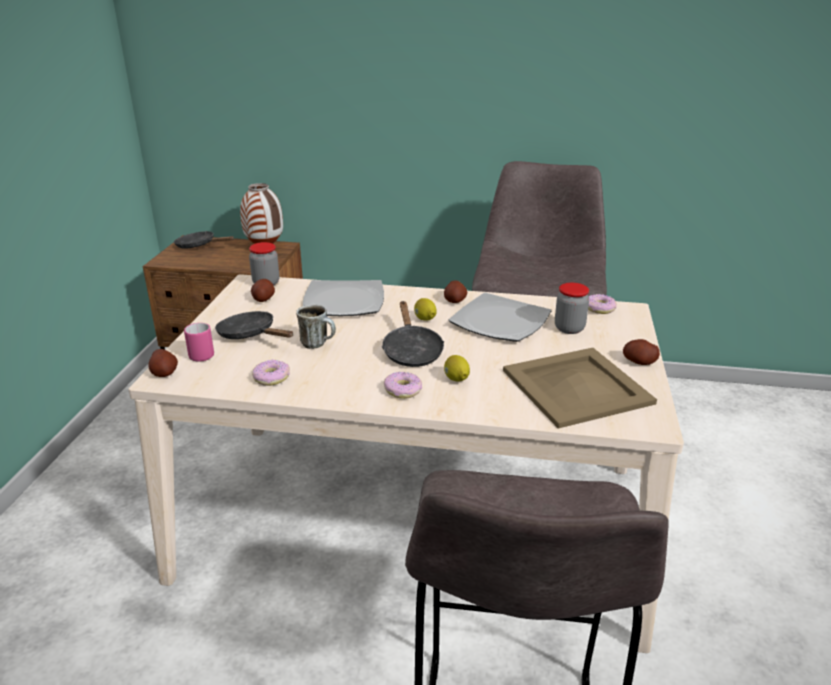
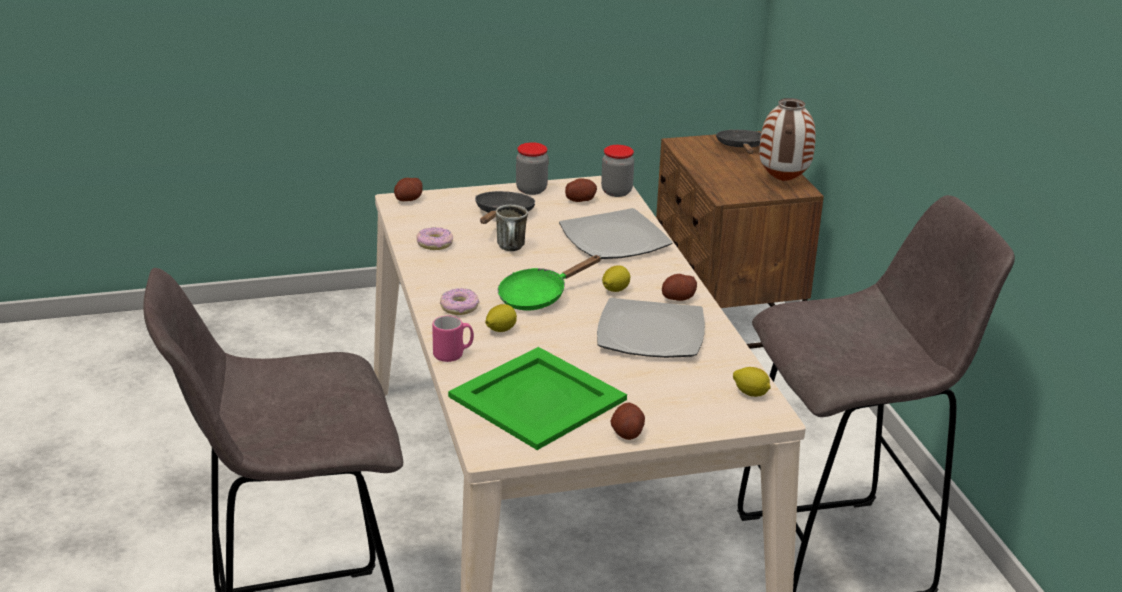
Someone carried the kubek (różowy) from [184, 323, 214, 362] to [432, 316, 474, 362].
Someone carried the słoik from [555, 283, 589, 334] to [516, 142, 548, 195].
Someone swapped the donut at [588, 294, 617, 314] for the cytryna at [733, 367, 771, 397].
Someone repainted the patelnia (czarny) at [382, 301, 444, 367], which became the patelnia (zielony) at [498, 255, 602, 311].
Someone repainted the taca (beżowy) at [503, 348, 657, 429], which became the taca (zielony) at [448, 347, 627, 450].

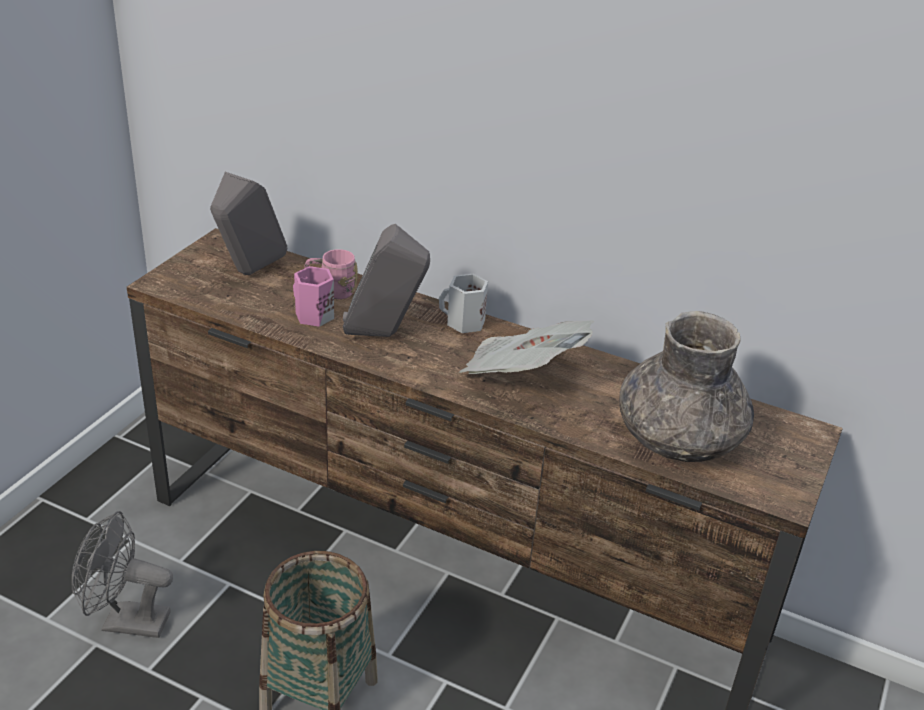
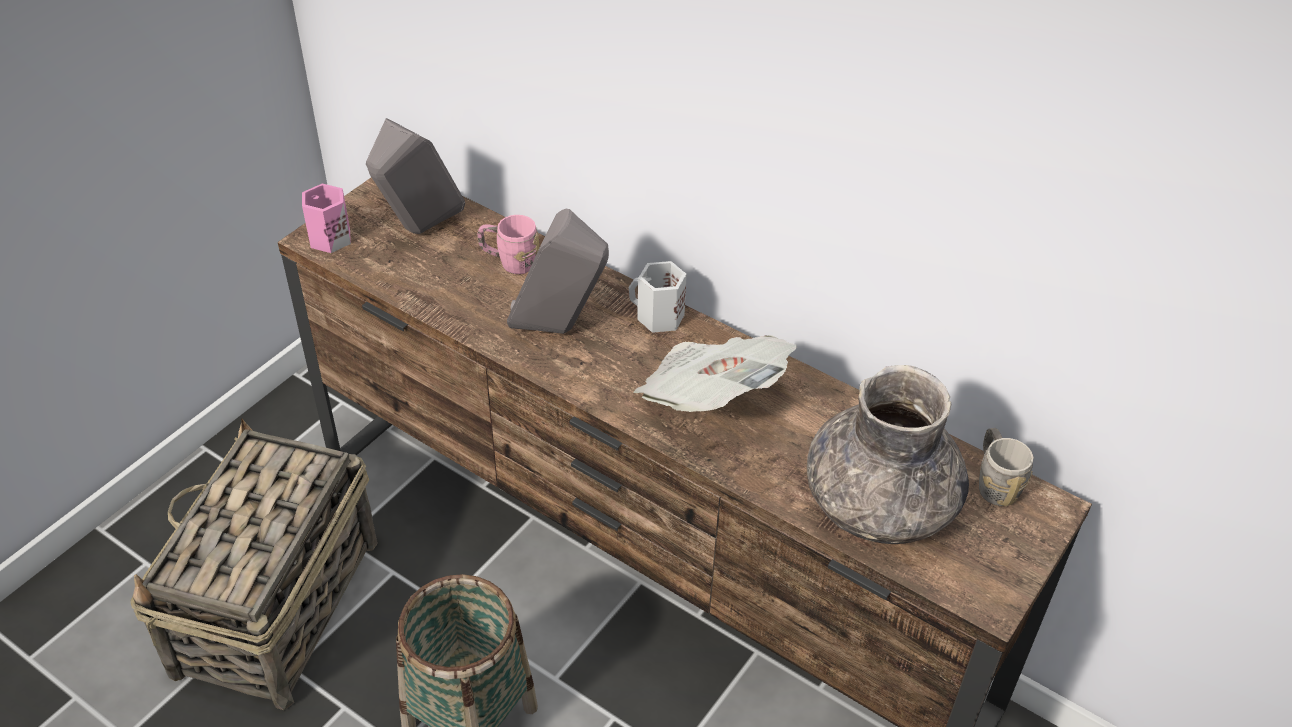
Someone put down the kubek (szary) at [979, 428, 1033, 506].
Someone carried the kubek (różowy) from [293, 266, 334, 327] to [302, 183, 351, 253].
Someone swapped the wentylator (szary) at [72, 511, 173, 638] for the koszyk at [130, 419, 378, 710].

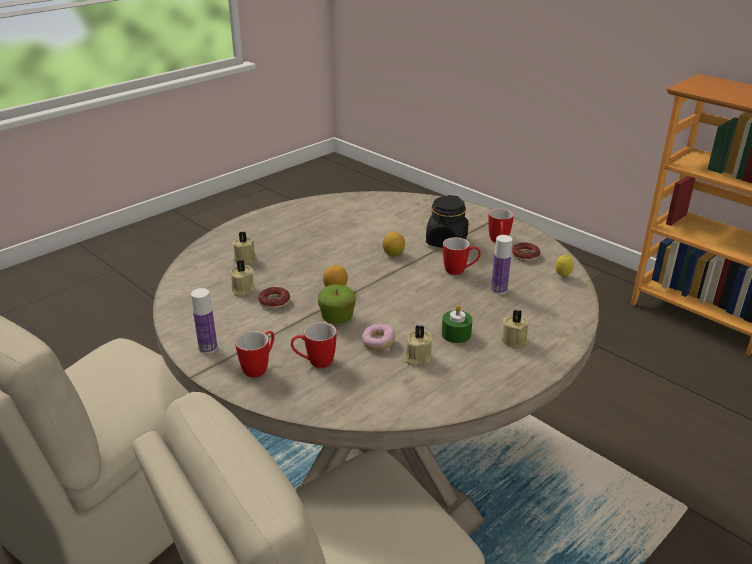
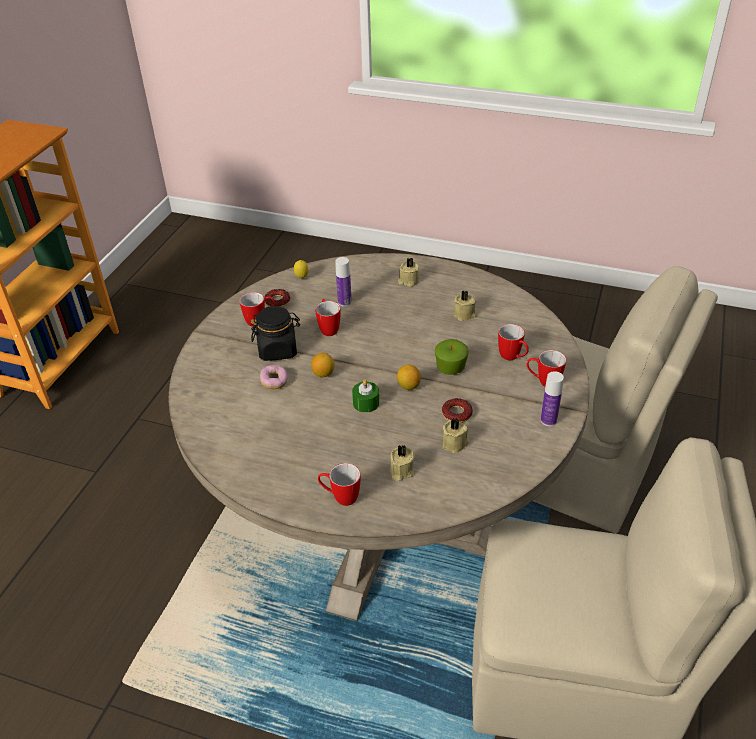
Someone put down the kubek at [318, 463, 361, 506].
Someone carried the donut from [362, 324, 395, 351] to [260, 365, 288, 389].
Someone carried the świeca (zielony) from [442, 305, 472, 343] to [352, 379, 379, 413].

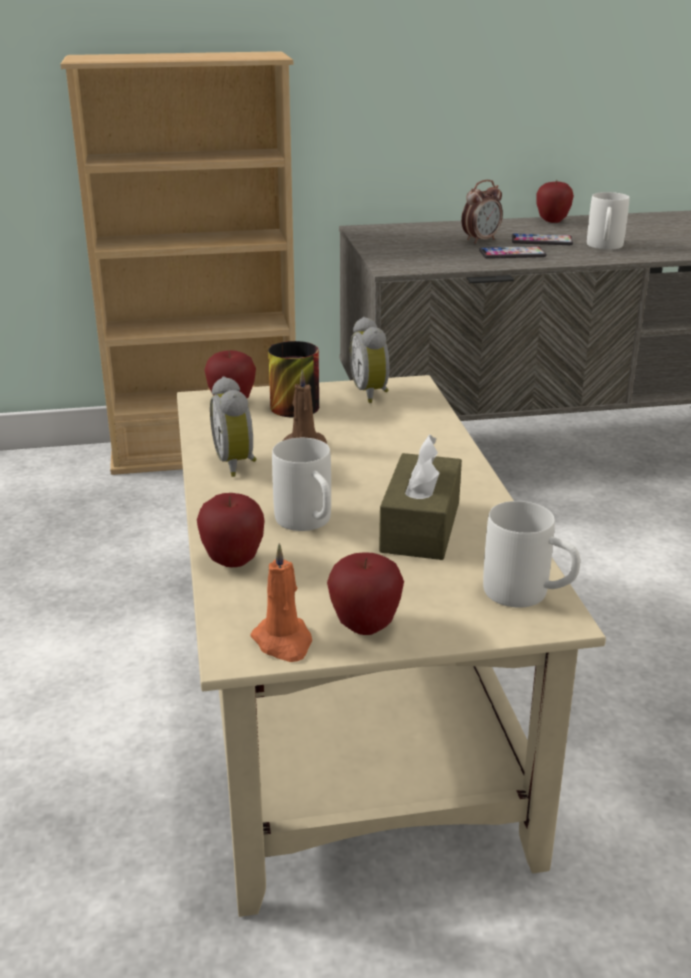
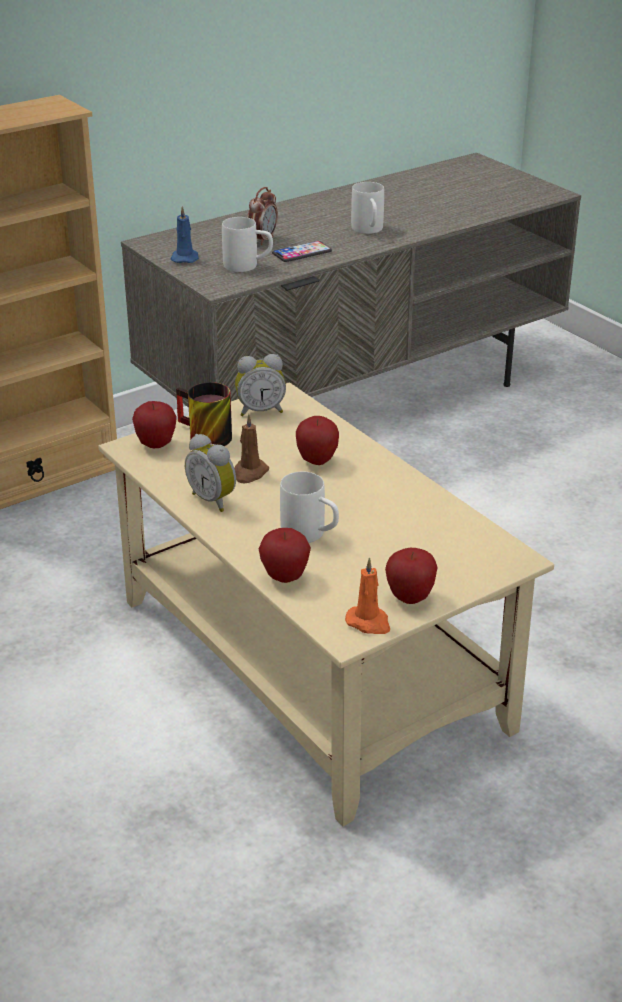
Someone took away the pudełko chusteczek (brązowy) at [379, 434, 462, 560].
Someone took away the telefon at [512, 233, 573, 245].
Someone put down the świeca (niebieski) at [171, 206, 199, 263].
Someone carried the kubek (biały) from [483, 501, 580, 607] to [222, 217, 273, 272].
Someone carried the jabłko from [536, 180, 574, 223] to [296, 416, 339, 465].
Someone rotated the budzik at [350, 317, 390, 403] by 60 degrees counterclockwise.

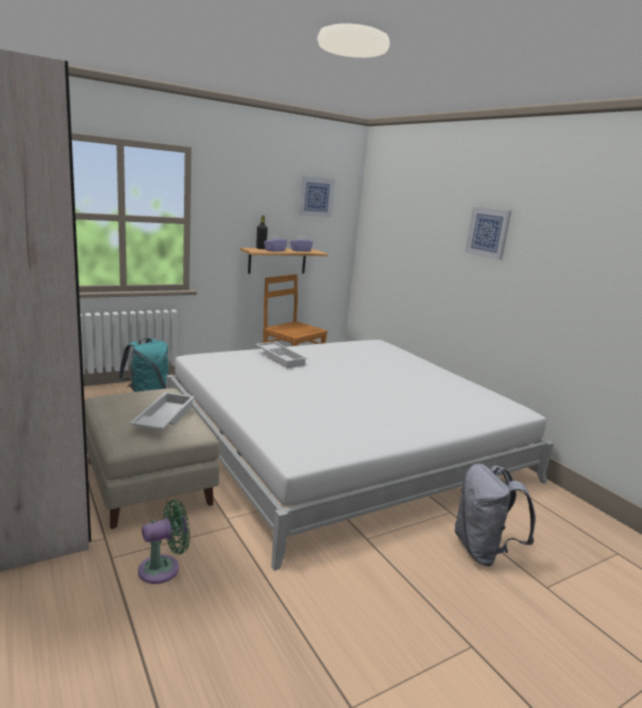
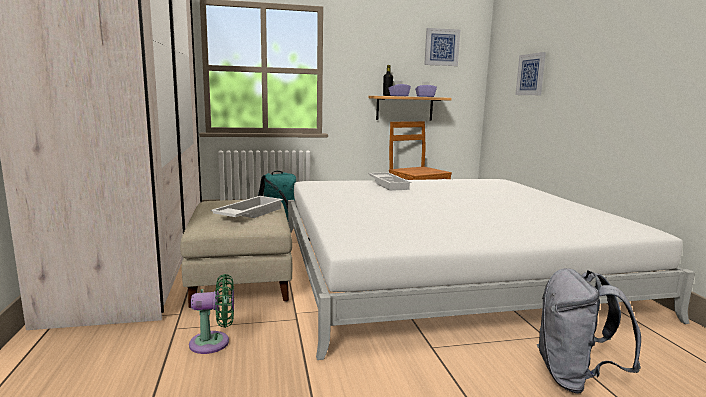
Someone carried the obraz from [465, 206, 512, 260] to [515, 52, 546, 95].

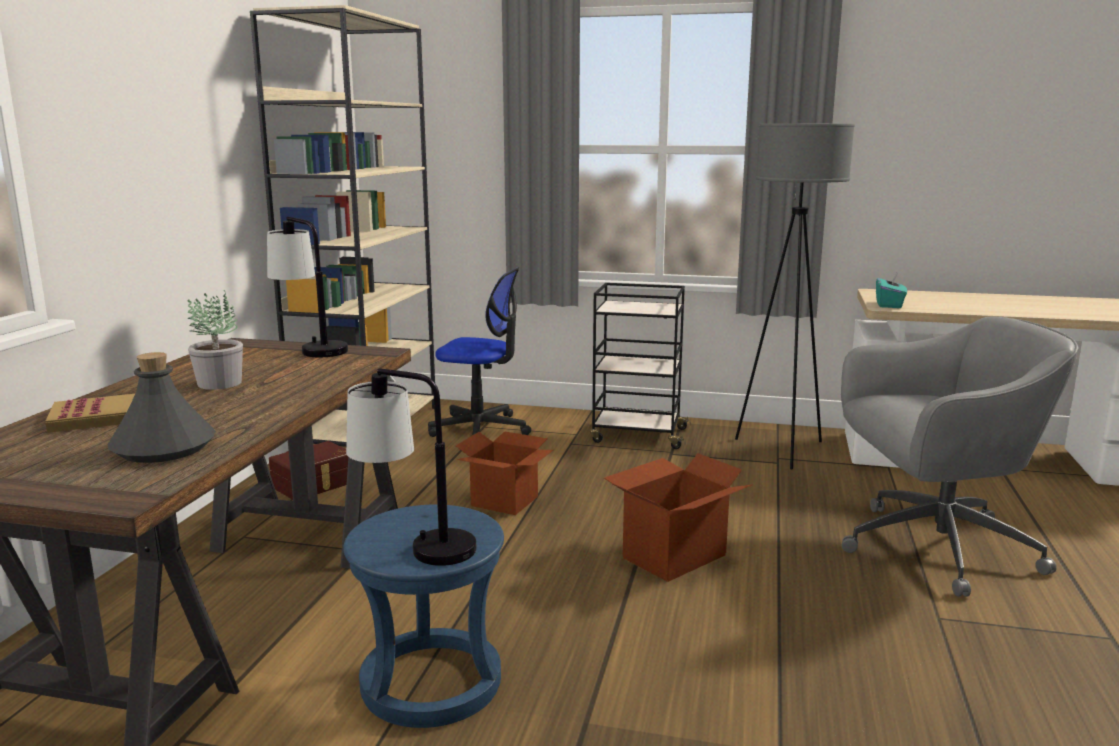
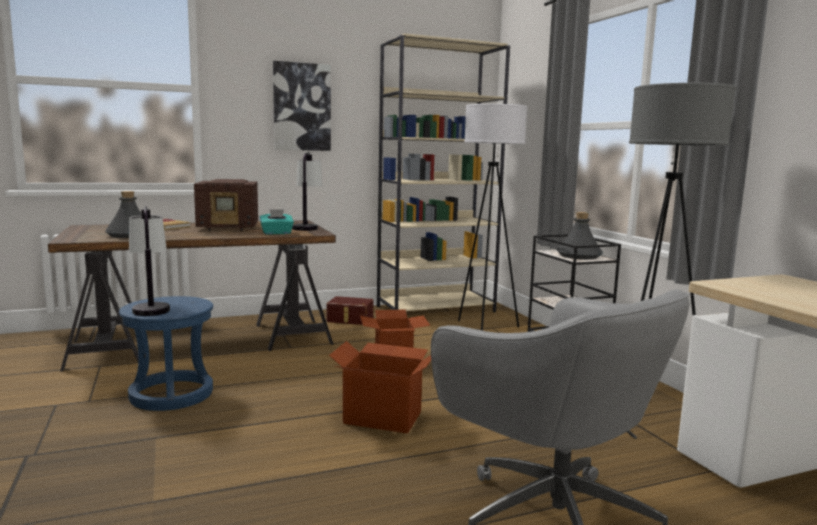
Someone put up the obraz at [273, 61, 331, 151].
Someone put down the butelka (szary) at [557, 212, 603, 259].
Someone carried the pudełko chusteczek (turkusowy) from [876, 273, 907, 308] to [260, 209, 294, 235].
Someone swapped the roślina doniczkowa at [187, 290, 243, 390] for the radio at [194, 179, 258, 231].
Someone swapped the krzesło biurowe at [428, 267, 531, 437] for the lampa stojąca (biały) at [458, 104, 527, 331].

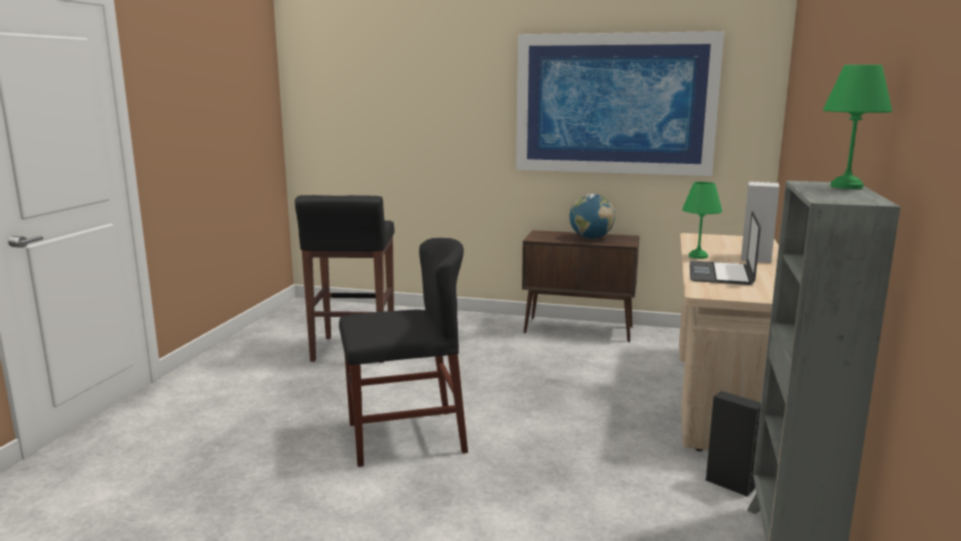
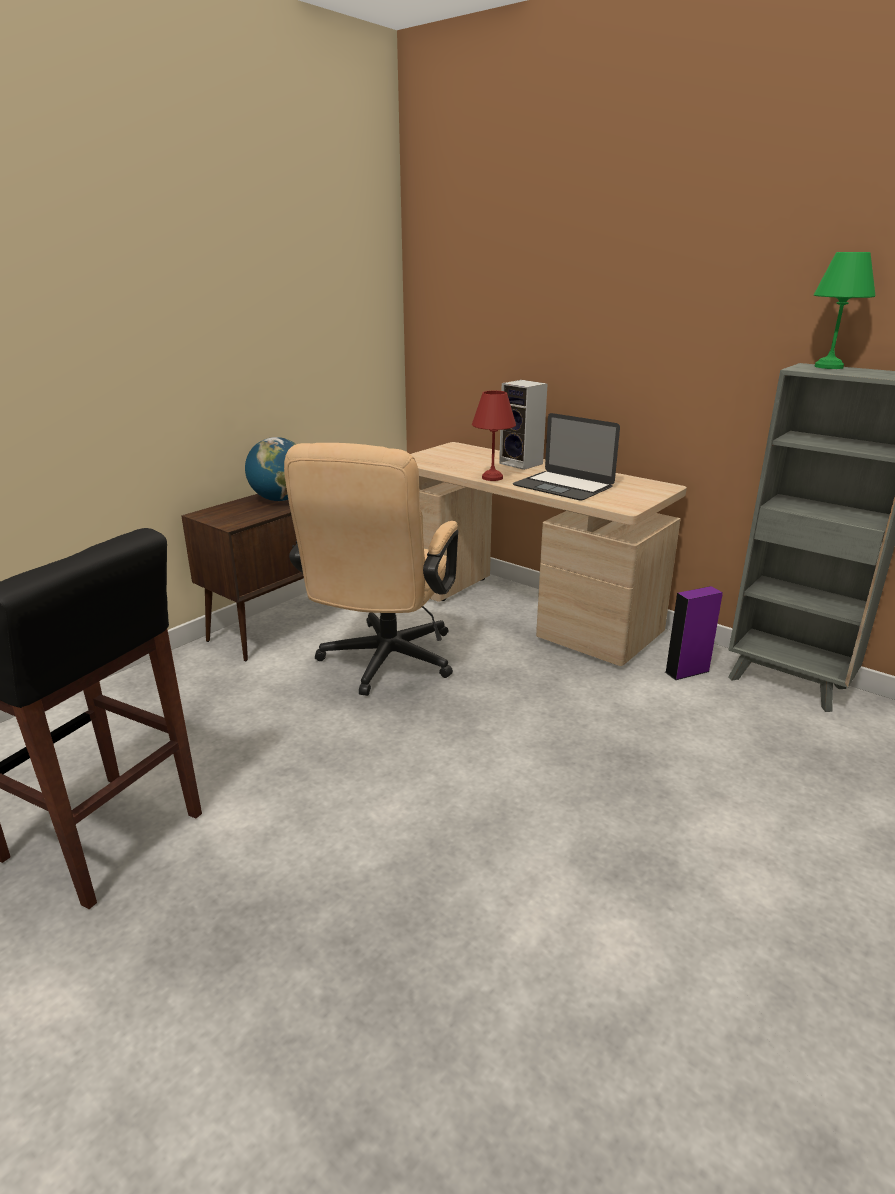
Someone took away the krzesło (czarny) at [339, 238, 468, 467].
Someone took away the obraz at [516, 31, 724, 176].
Someone put down the krzesło biurowe (beżowy) at [284, 443, 458, 696].
Someone repainted the lampa stołowa (zielony) at [682, 182, 722, 259], which became the lampa stołowa (czerwony) at [472, 391, 516, 481].
Someone repainted the głośnik (czarny) at [705, 391, 761, 497], which became the głośnik (fioletowy) at [665, 586, 723, 680].

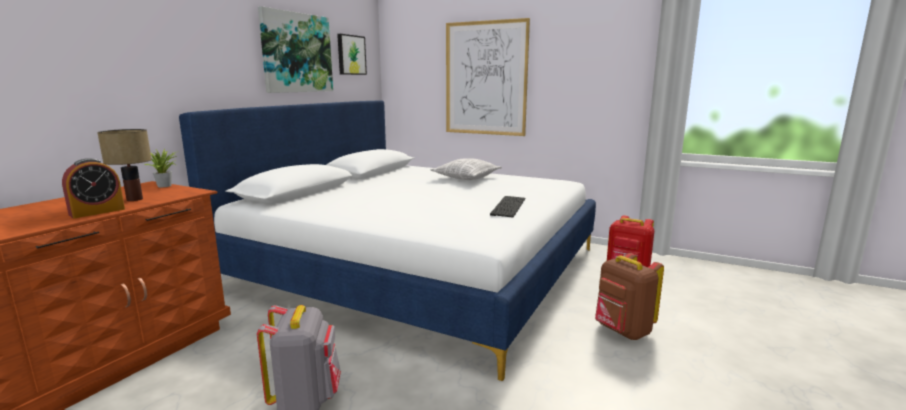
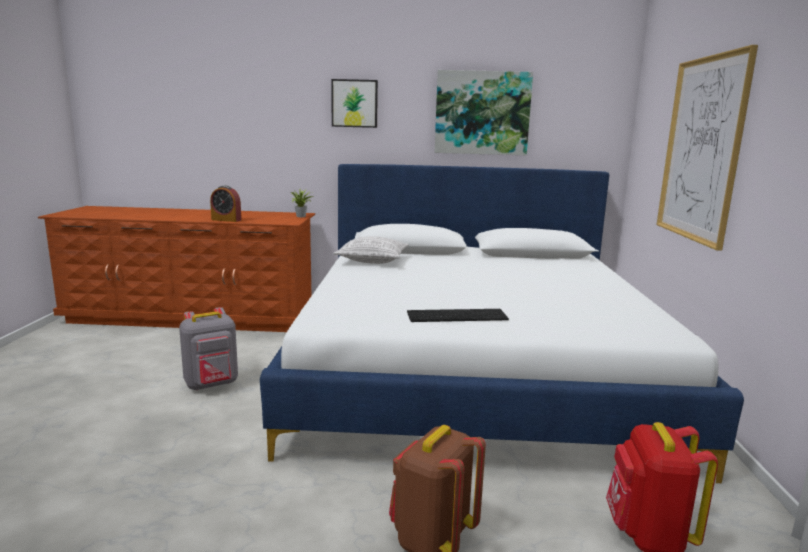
Someone took away the lampa stołowa at [97, 129, 152, 201].
Someone carried the obraz from [337, 34, 367, 75] to [331, 79, 378, 128].
Someone carried the poduszka from [430, 158, 502, 180] to [333, 236, 409, 264].

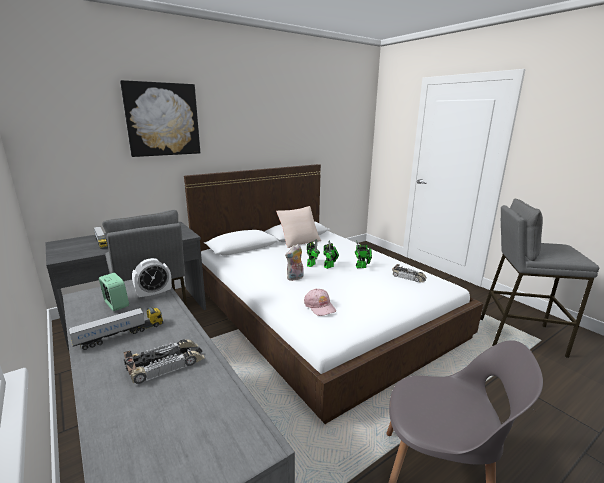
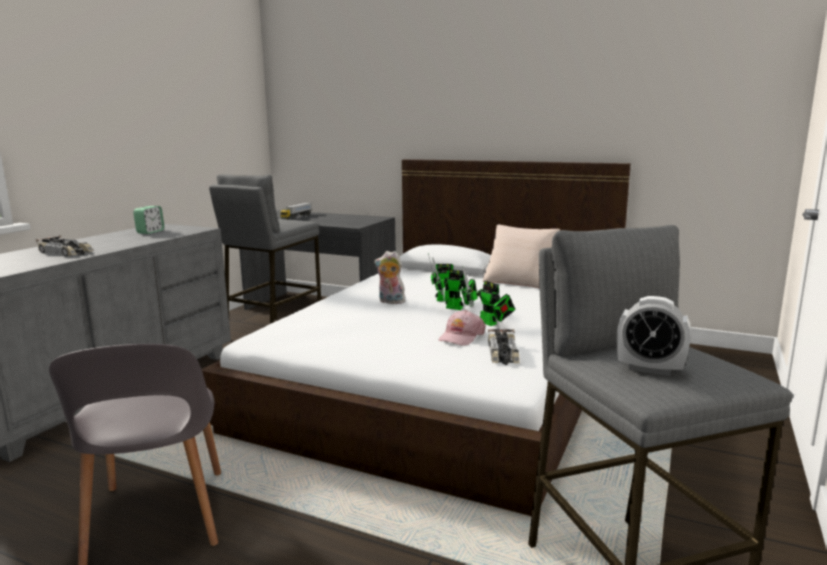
Someone took away the ciężarówka zabawkowa at [68, 307, 163, 350].
Someone took away the obraz at [120, 80, 200, 157].
Someone carried the budzik from [132, 258, 171, 300] to [617, 296, 691, 376].
Someone carried the czapka z daszkiem (różowy) from [304, 289, 336, 316] to [438, 310, 486, 345].

